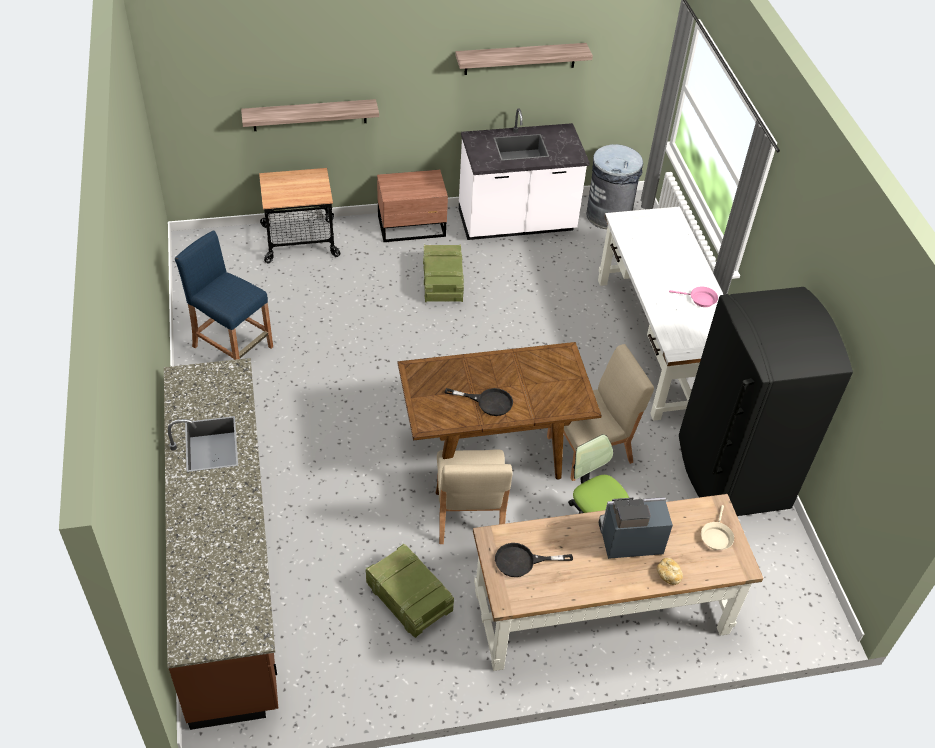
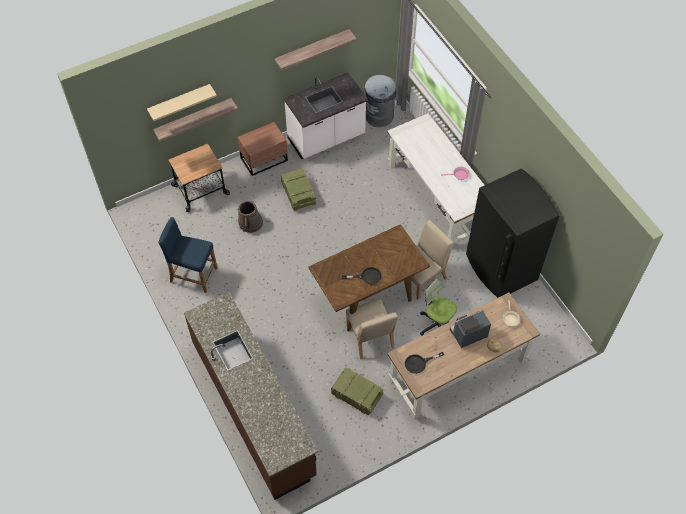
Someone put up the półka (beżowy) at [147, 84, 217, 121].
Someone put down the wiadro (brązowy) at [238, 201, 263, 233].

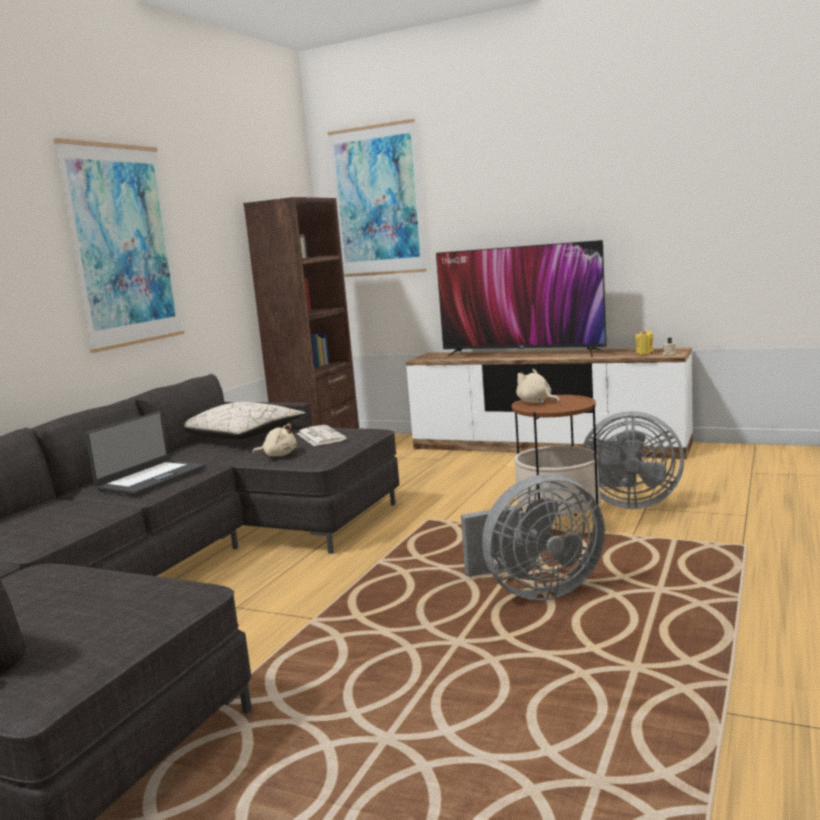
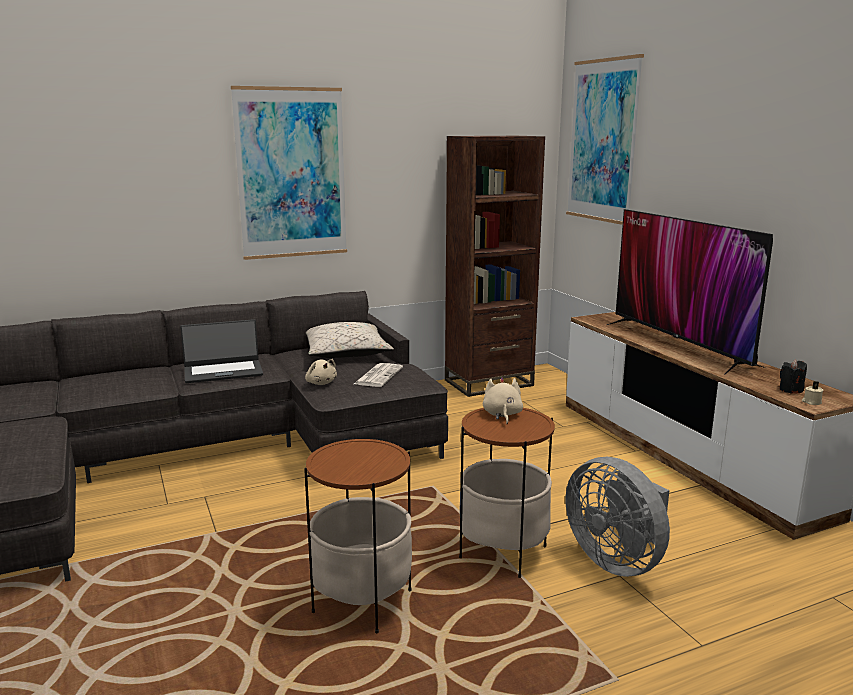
Someone swapped the wentylator (szary) at [461, 474, 605, 601] for the stolik at [304, 439, 412, 634].
Someone repainted the świeca (żółty) at [635, 329, 653, 355], which became the świeca (czarny) at [779, 360, 807, 394].

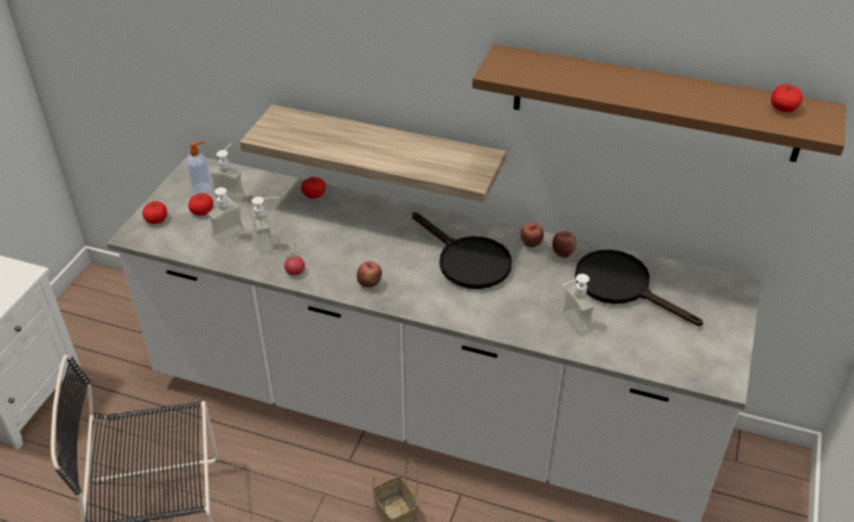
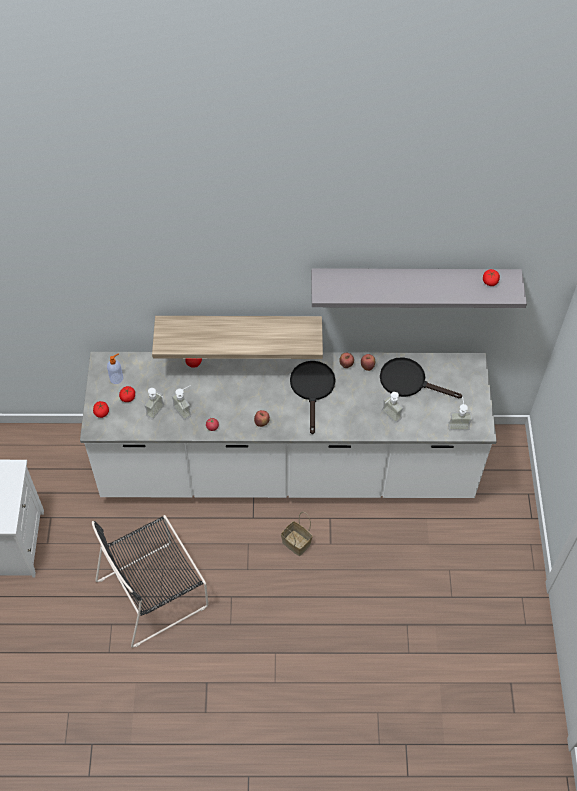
Someone carried the dozownik mydła from [210, 143, 245, 202] to [448, 396, 472, 430].
Someone repainted the półka (brązowy) at [472, 44, 846, 162], which became the półka (szary) at [311, 268, 527, 308].
Someone rotated the patelnia (czarny) at [412, 212, 512, 289] by 120 degrees counterclockwise.

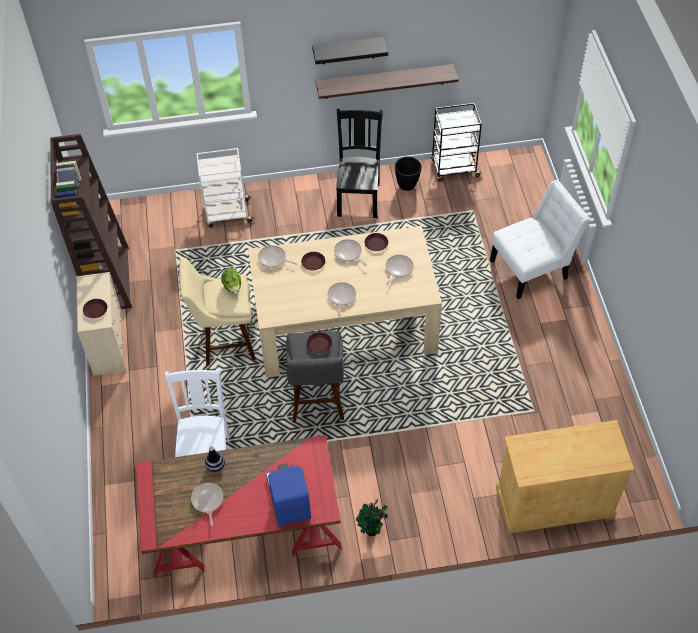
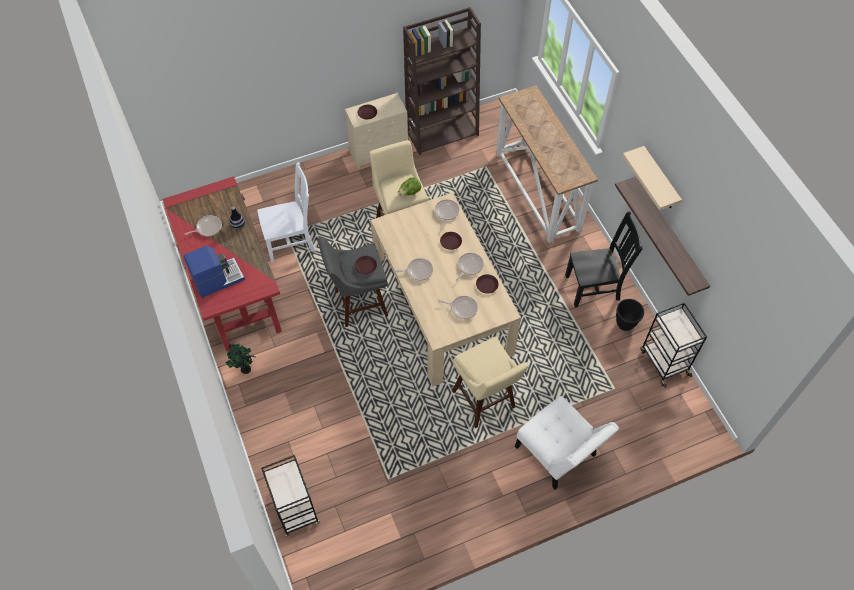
Someone put down the stołek (beżowy) at [452, 337, 529, 428].
Someone swapped the wózek (biały) at [196, 148, 254, 228] for the stolik konsolowy at [496, 85, 598, 243].
Someone swapped the szafka (beżowy) at [496, 420, 634, 534] for the wózek (czarny) at [261, 455, 320, 536].
Someone repainted the półka (czarny) at [312, 37, 388, 64], which became the półka (beżowy) at [622, 146, 682, 210].

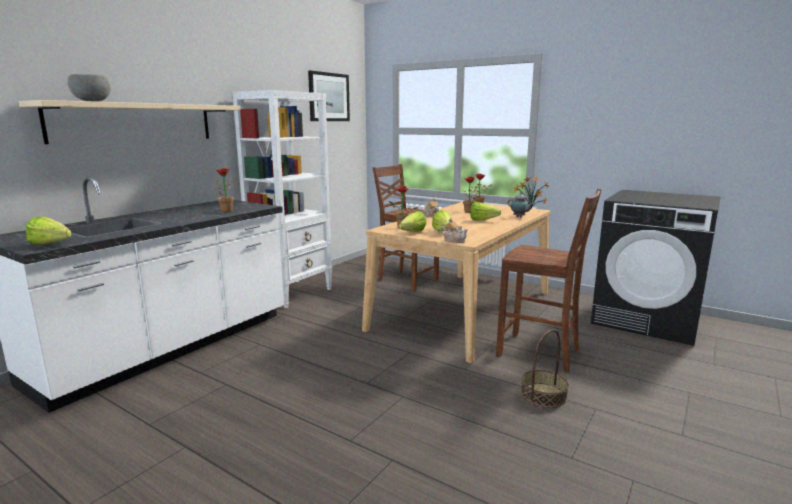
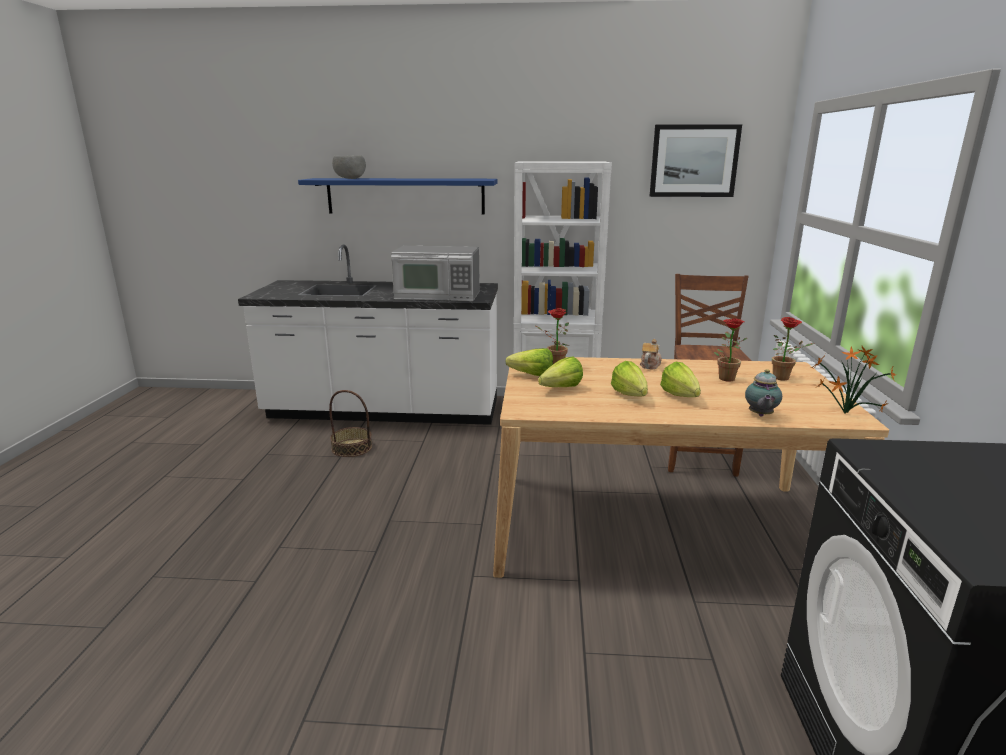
Someone took away the imbryk at [441, 218, 468, 243].
Someone took away the krzesło (brązowy) at [496, 189, 601, 373].
Someone carried the sałata from [26, 217, 71, 245] to [611, 361, 648, 396].
Someone carried the koszyk from [520, 329, 569, 408] to [329, 390, 372, 457].
Someone swapped the roślina doniczkowa at [216, 168, 234, 212] for the mikrofalówka at [391, 246, 480, 301].
Someone repainted the półka (beżowy) at [18, 100, 241, 144], which became the półka (niebieski) at [298, 178, 497, 214].

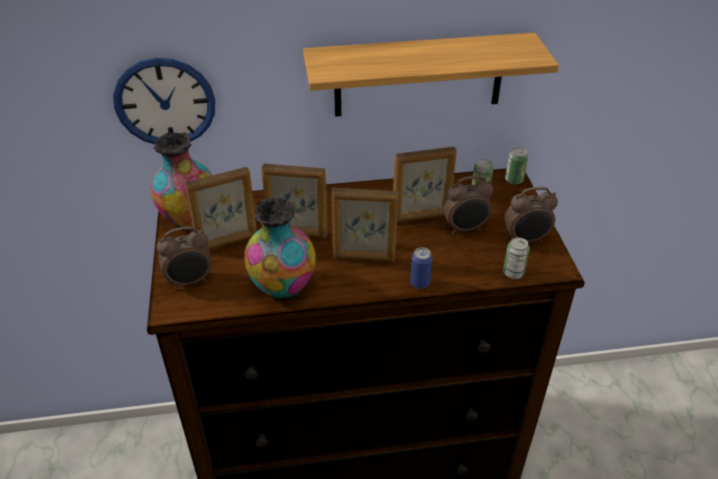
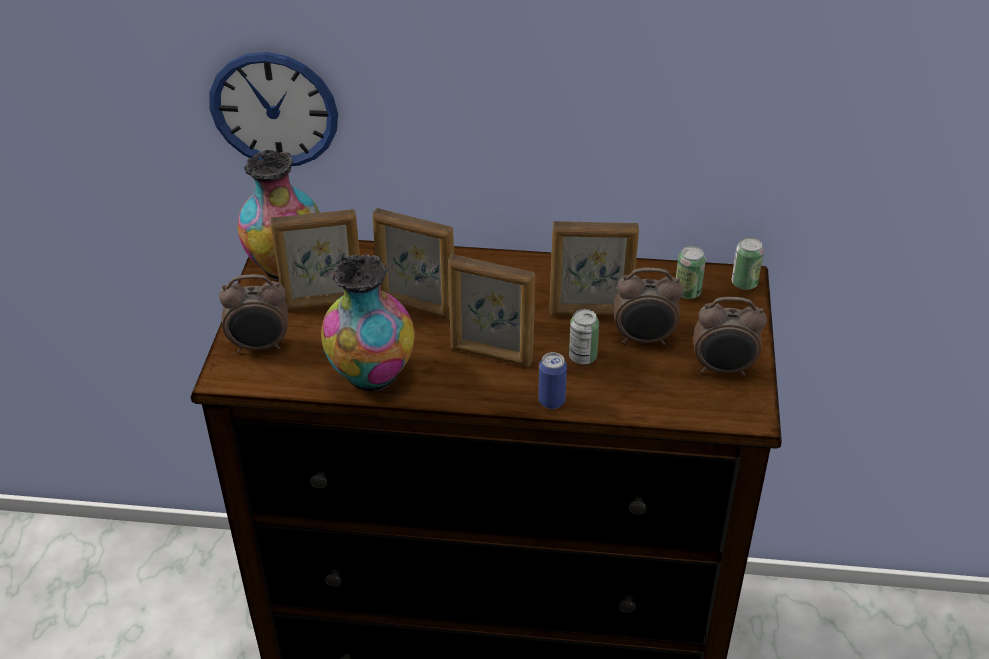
Someone took away the półka at [303, 33, 559, 117].
Someone carried the puszka from [503, 237, 530, 279] to [569, 309, 599, 364].

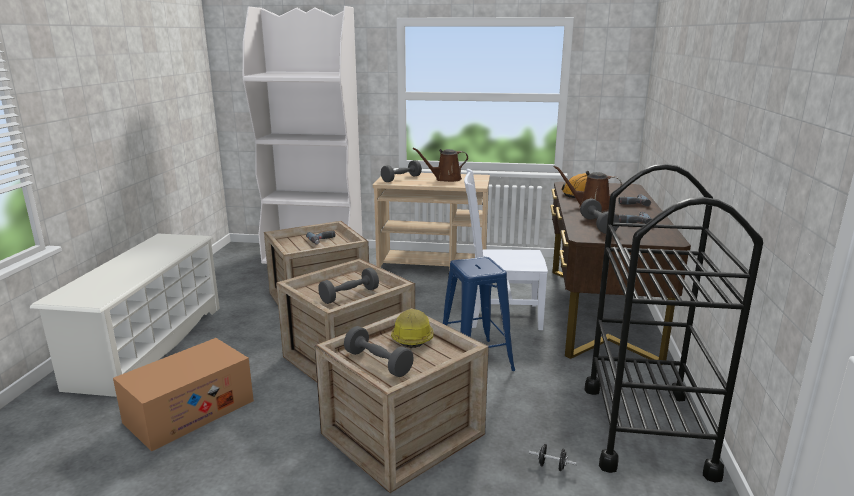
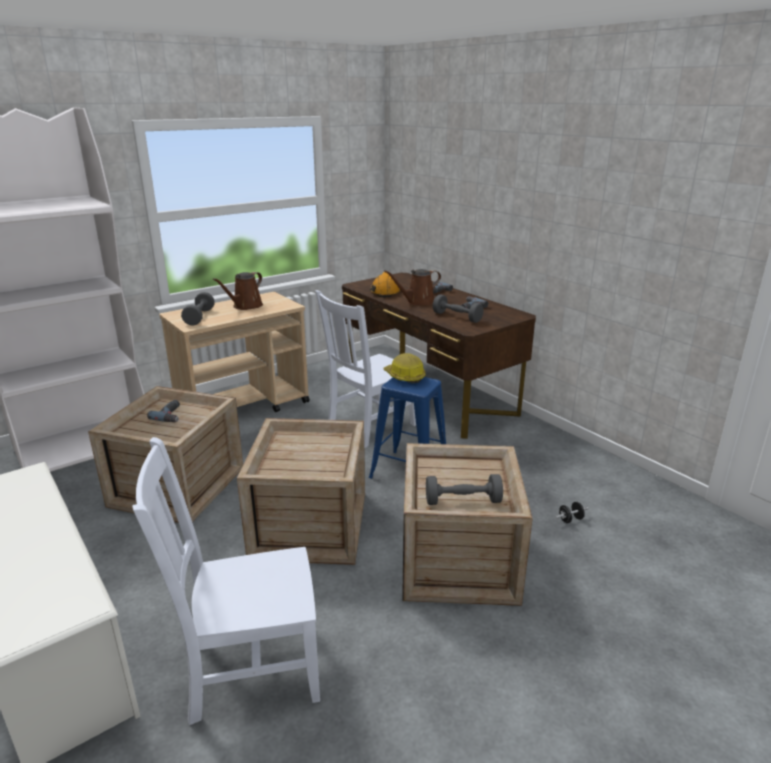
Someone took away the hantel (szary) at [318, 268, 379, 304].
Someone took away the wózek (czarny) at [584, 164, 763, 483].
Someone carried the kask from [391, 309, 433, 348] to [383, 353, 425, 383].
Someone swapped the karton at [113, 338, 254, 452] for the krzesło (biały) at [132, 437, 320, 725].

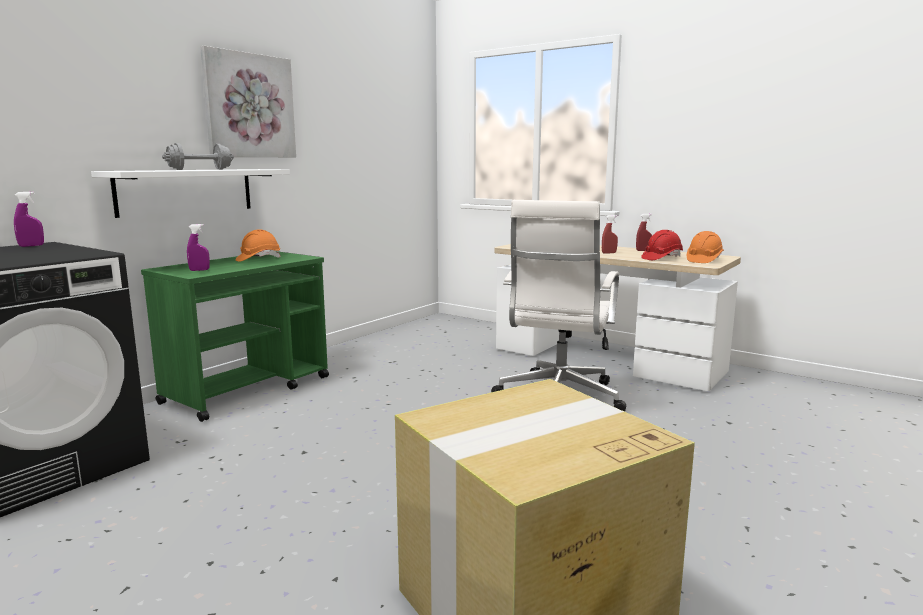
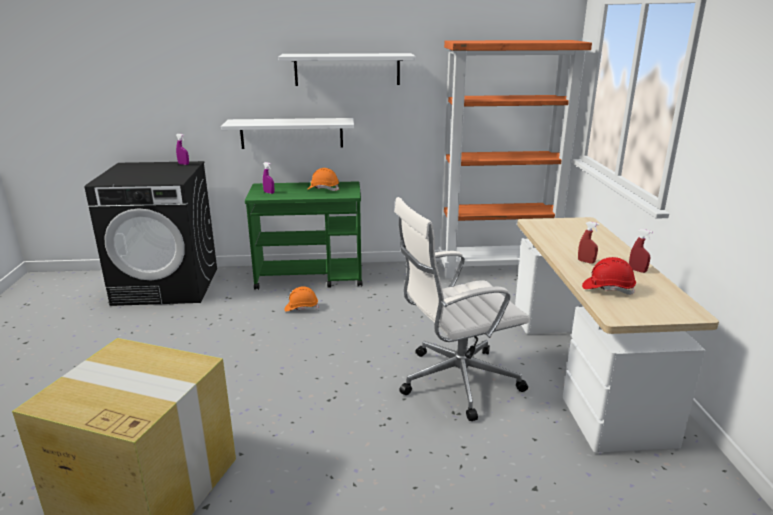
Someone took away the hantel (szary) at [162, 143, 234, 170].
Someone put down the regał (pomarańczowy) at [438, 40, 592, 279].
Someone carried the kask (pomarańczowy) from [687, 231, 724, 263] to [285, 286, 319, 312].
Someone swapped the obraz at [200, 46, 296, 157] for the półka (biały) at [278, 53, 416, 86].

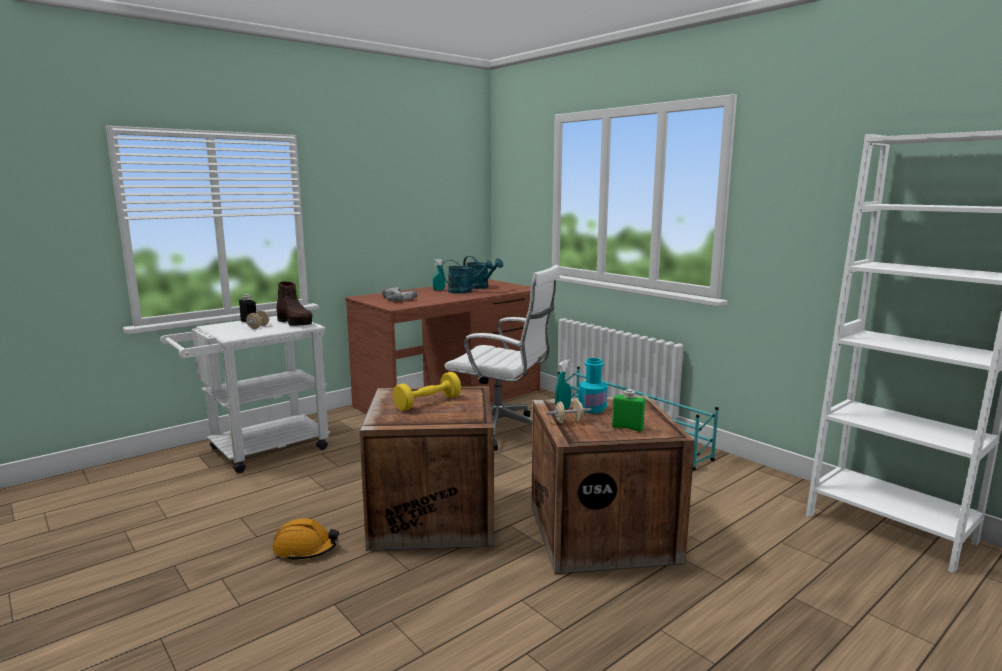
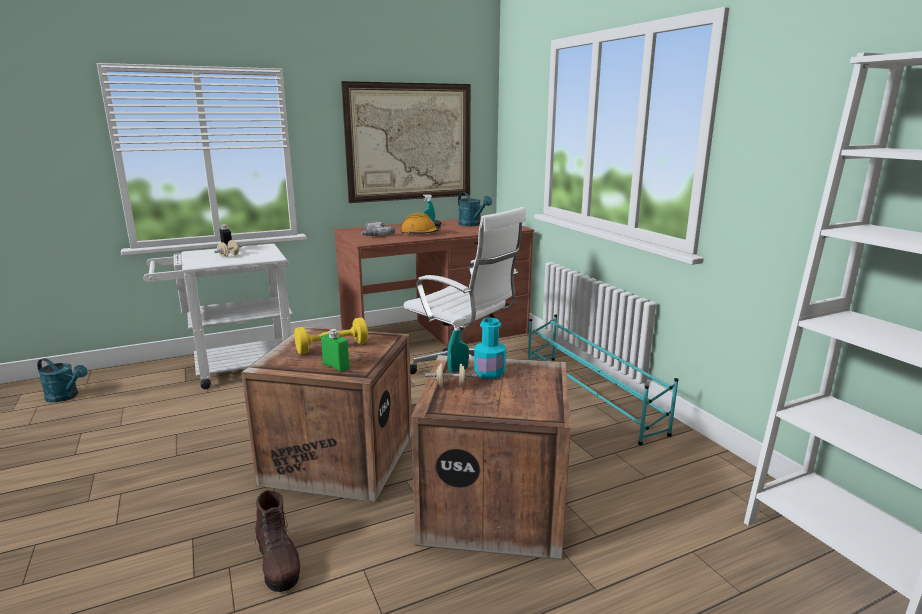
Someone put up the obraz at [341, 81, 471, 203].
Someone carried the kask (pomarańczowy) from [273, 518, 339, 562] to [401, 213, 441, 234].
Someone carried the but z cholewką (brązowy) from [277, 281, 313, 326] to [255, 490, 300, 592].
Someone carried the konewka (turkusowy) from [441, 260, 493, 294] to [37, 358, 88, 403].
Someone carried the butelka (zielony) from [612, 389, 645, 432] to [321, 329, 350, 372].

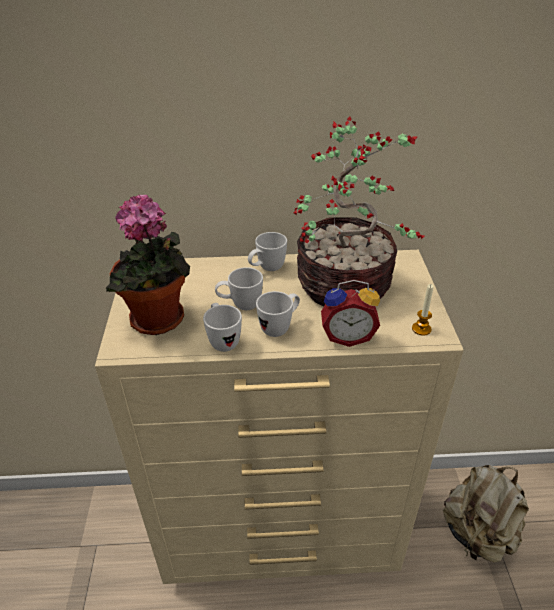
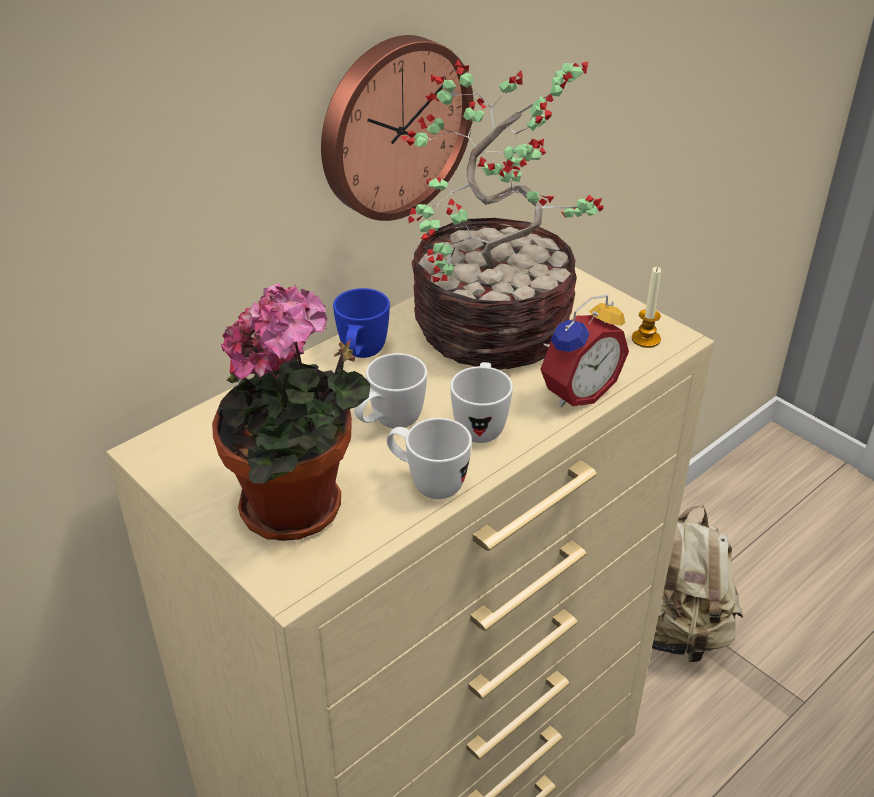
Someone put up the zegar ścienny at [321, 35, 474, 221].
Someone repainted the kubek (biały) at [248, 232, 287, 271], which became the kubek (niebieski) at [333, 288, 390, 358].

